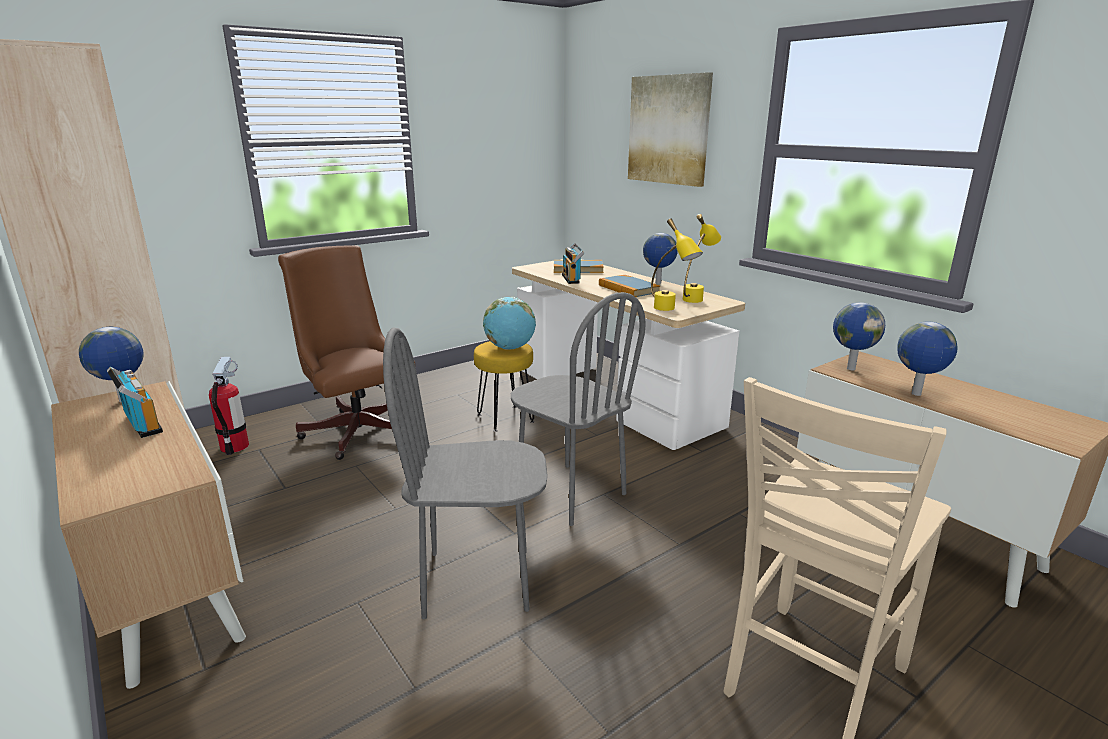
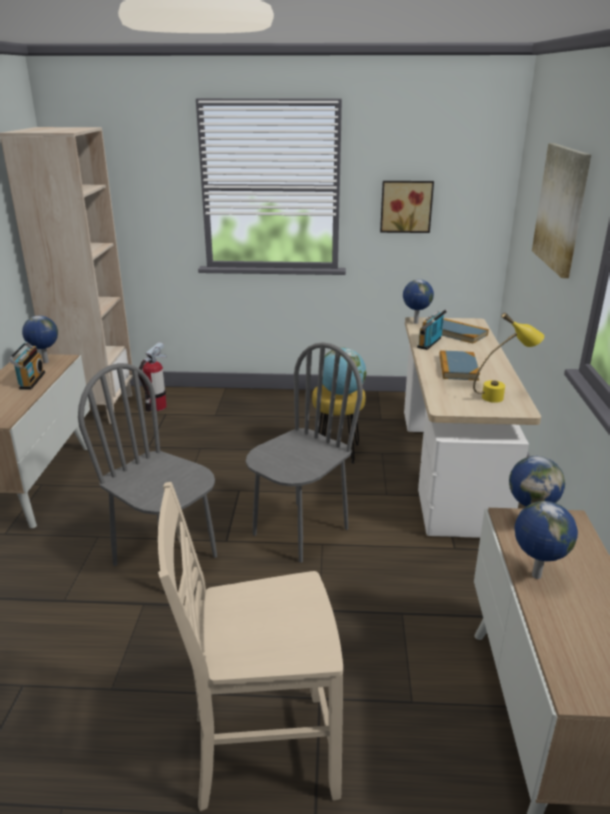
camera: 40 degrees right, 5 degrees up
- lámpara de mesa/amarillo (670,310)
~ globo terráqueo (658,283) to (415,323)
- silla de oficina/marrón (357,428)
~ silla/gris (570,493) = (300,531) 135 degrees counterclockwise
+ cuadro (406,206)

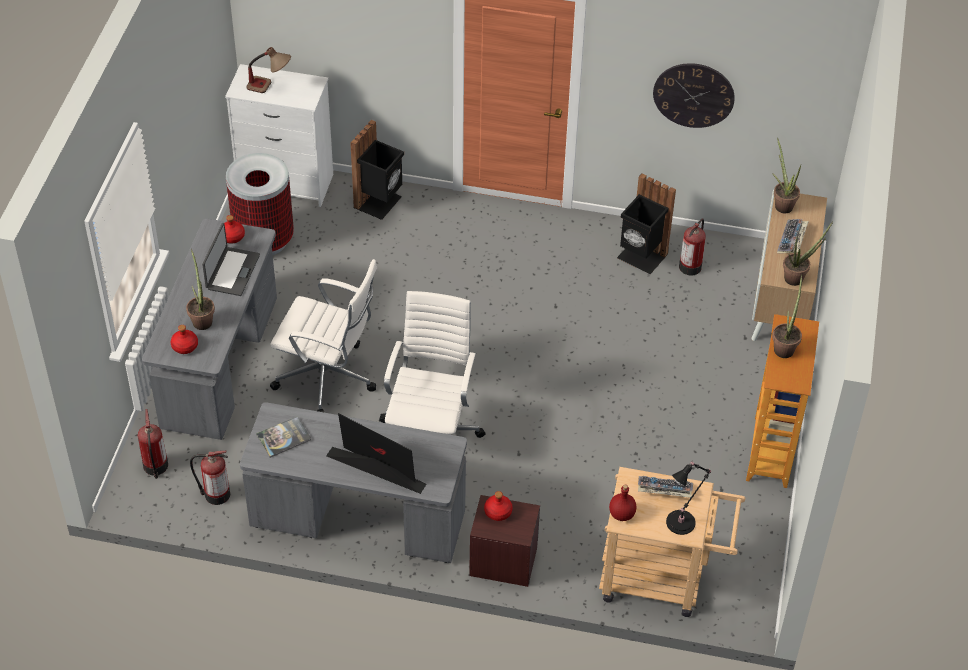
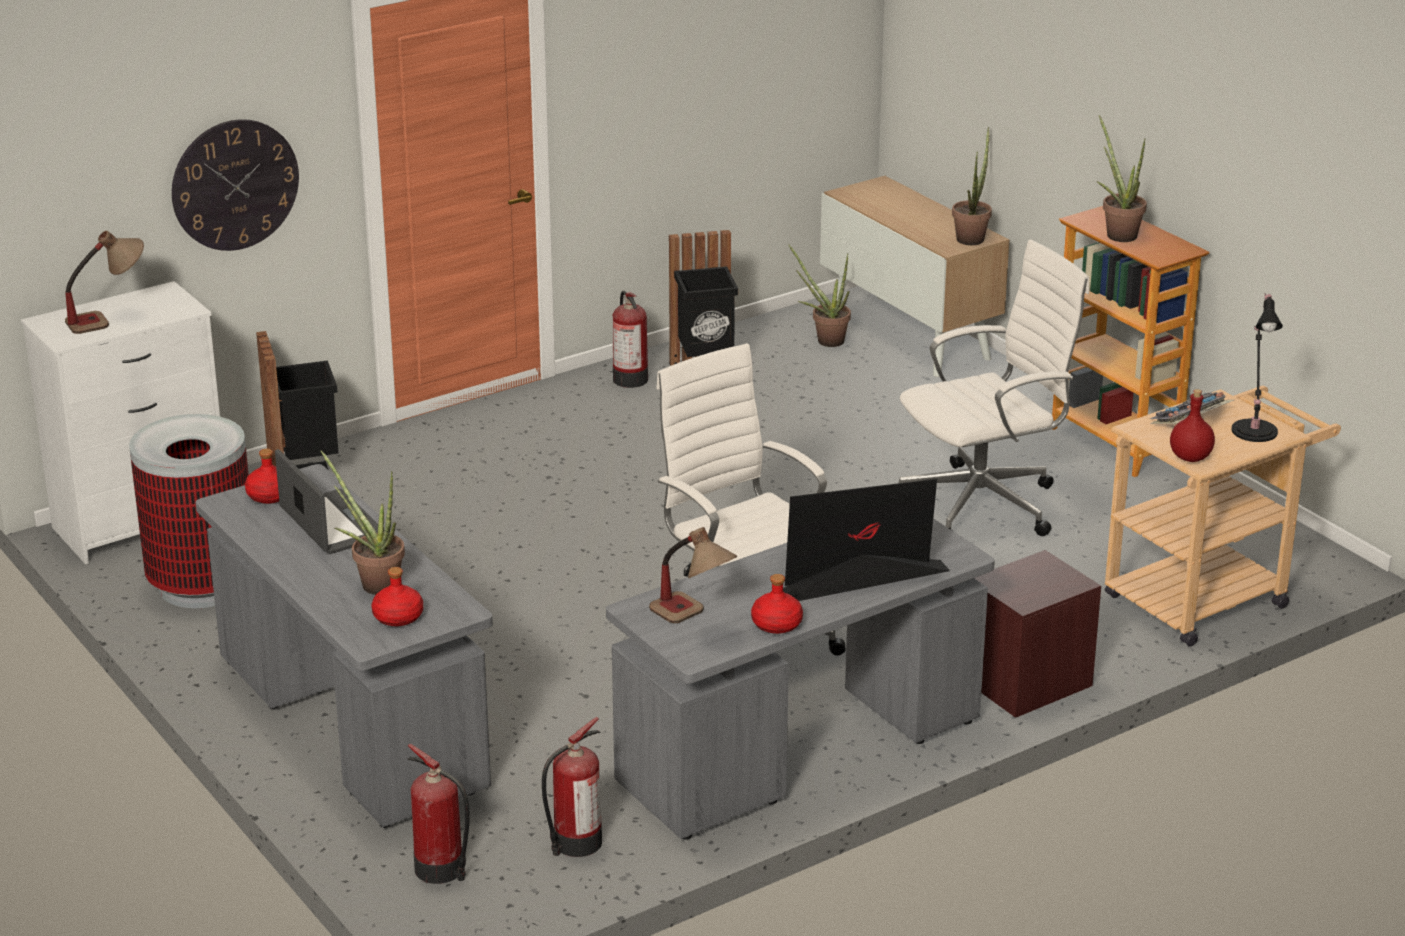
camera: 45 degrees left, 20 degrees down
~ reloj de pared (693,95) to (235,184)
~ planta en maceta (781,204) to (825,340)
~ extintor (690,266) to (629,378)
- teclado (792,240)
~ silla de oficina/blanco (328,378) to (984,504)
~ libro (283,437) to lámpara de mesa (694,620)
~ botella/rojo (498,512) to (777,624)

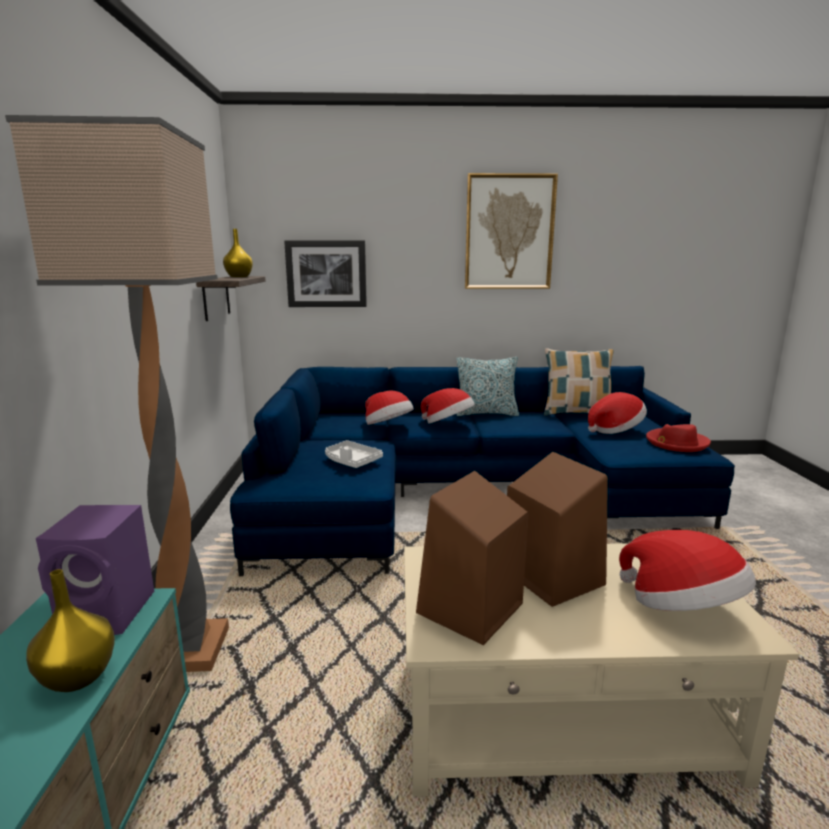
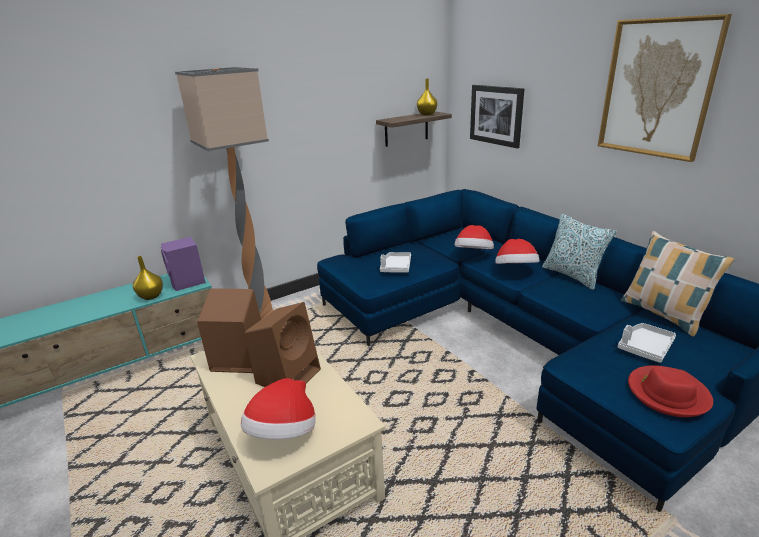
camera: 60 degrees right, 10 degrees up
~ sombrero (615,430) to bandeja/blanco (645,347)

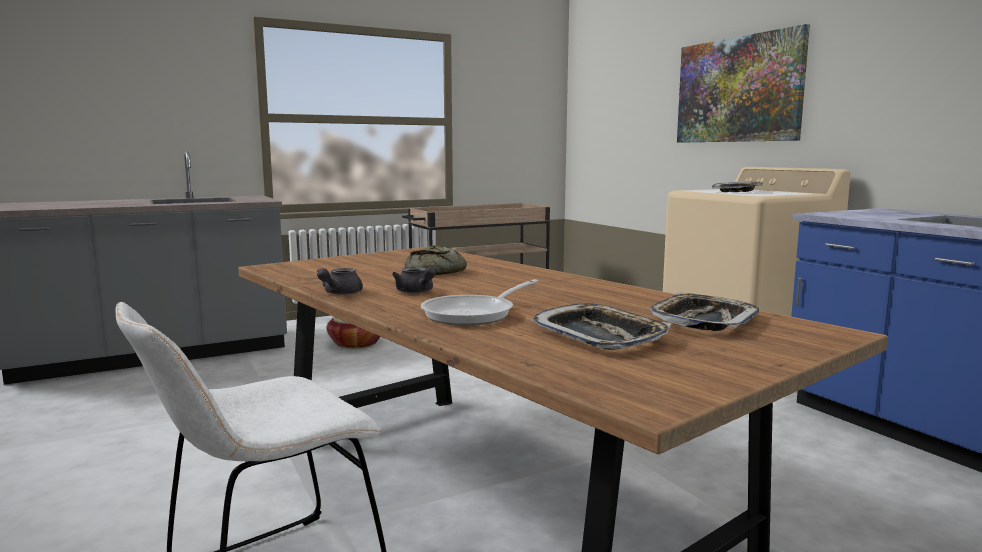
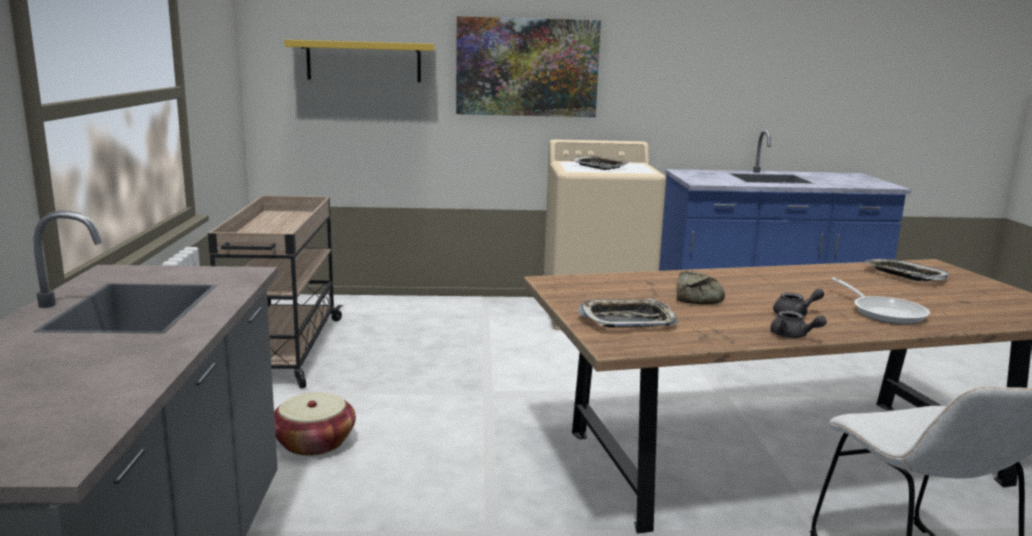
camera: 65 degrees left, 5 degrees up
~ bandeja (599,336) to (627,320)
+ estante/amarillo (364,61)

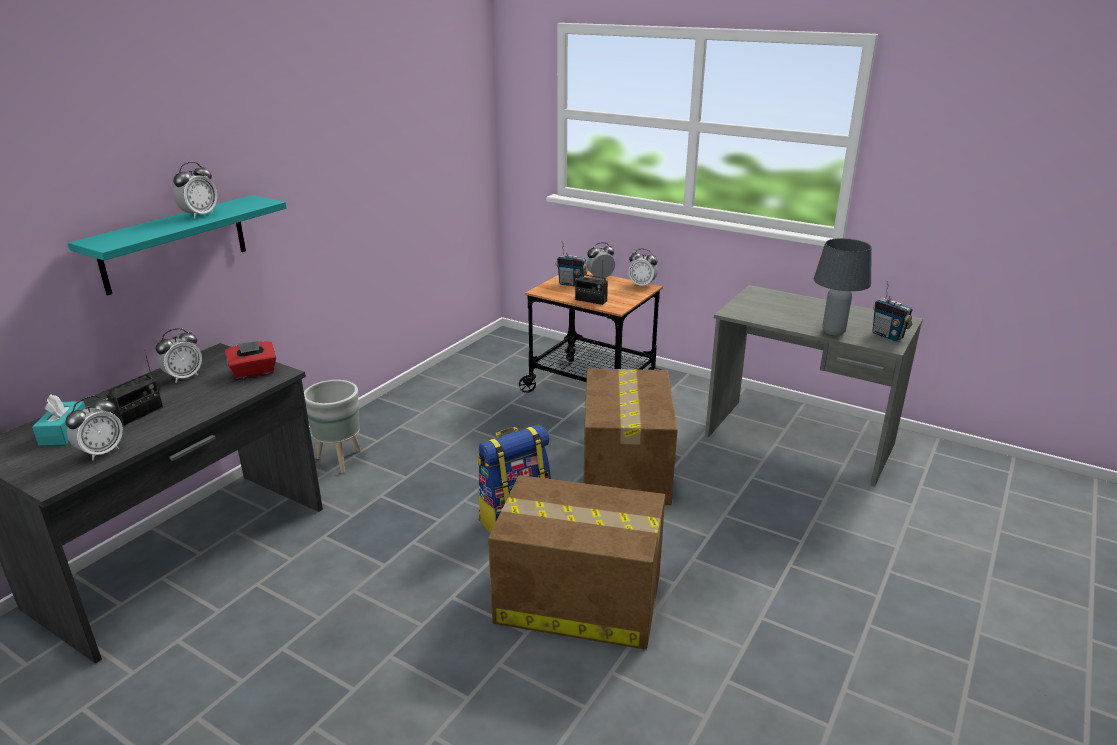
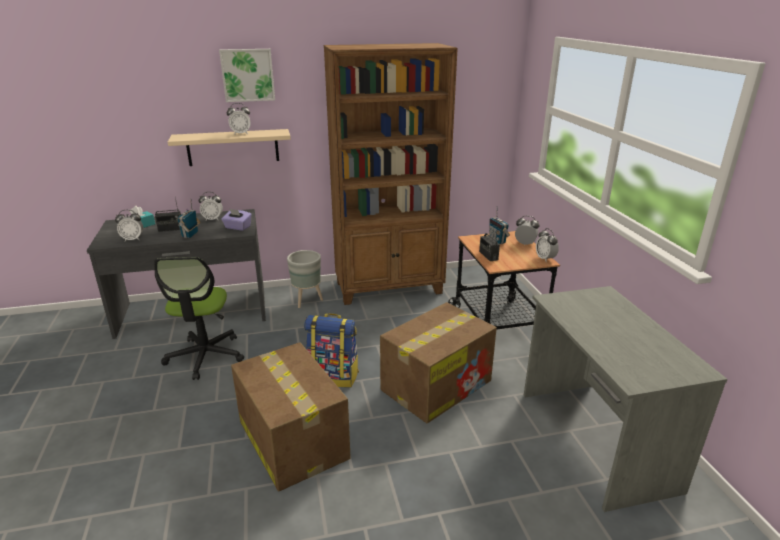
camera: 45 degrees right, 0 degrees up
~ estante/turquesa (174,244) to estante/beis (233,147)
- lámpara de mesa/gris (834,332)
~ radio (887,336) to (190,235)
~ caja de pañuelos/rojo (254,372) to caja de pañuelos/morado (237,227)
+ estantería/marrón (390,288)
+ cuadro (248,75)
+ silla de oficina (205,356)

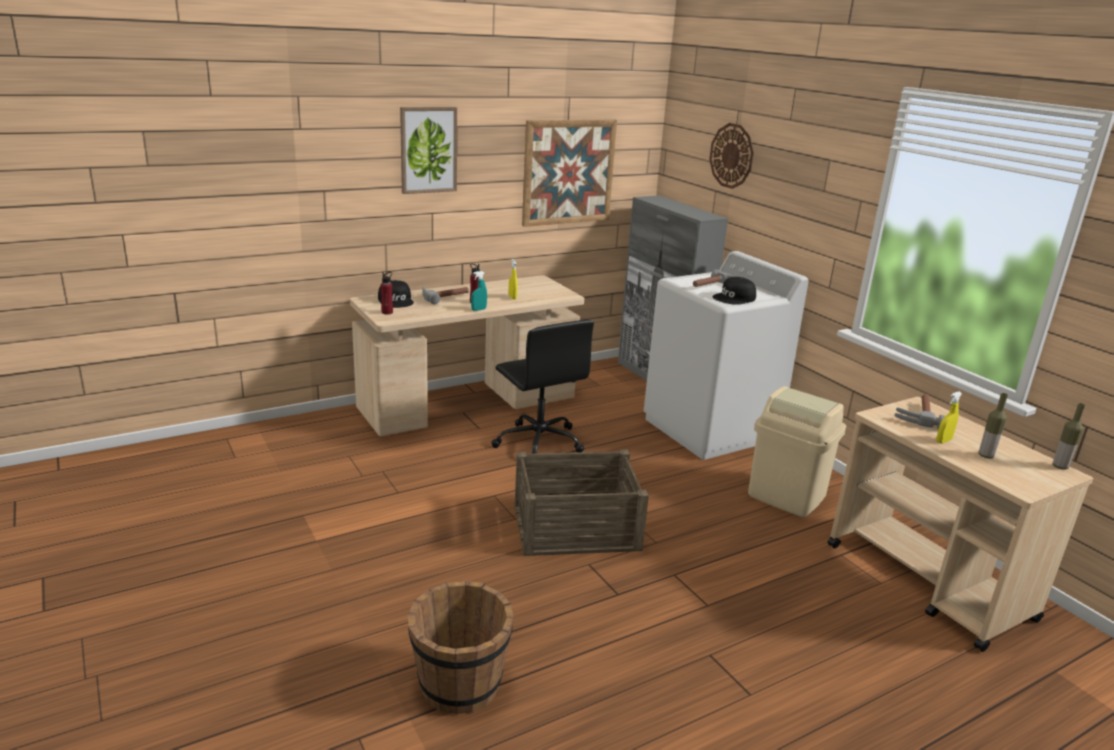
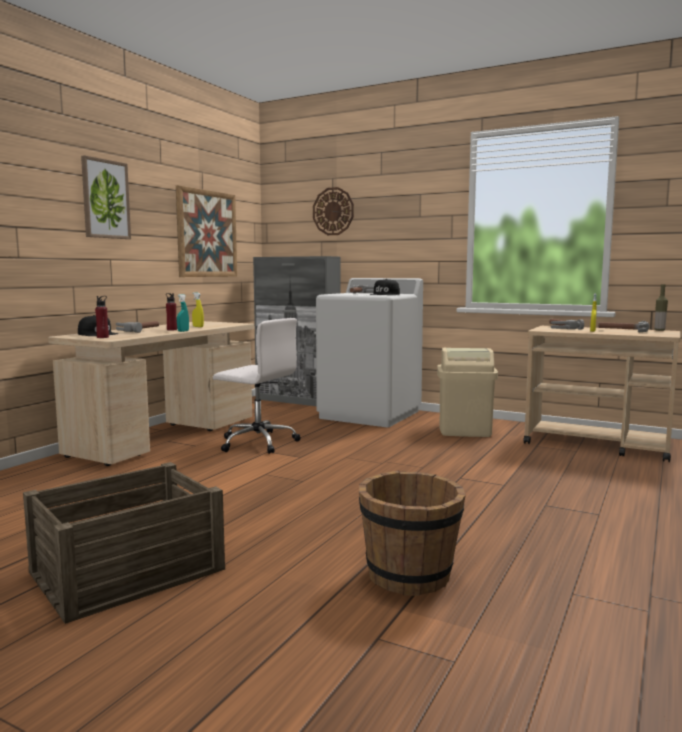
camera: 30 degrees left, 15 degrees down
~ silla de oficina/negro (538,442) to silla de oficina/blanco (257,442)
~ botella (985,456) to martillo (622,331)
~ caja de embalaje (576,527) to (129,571)

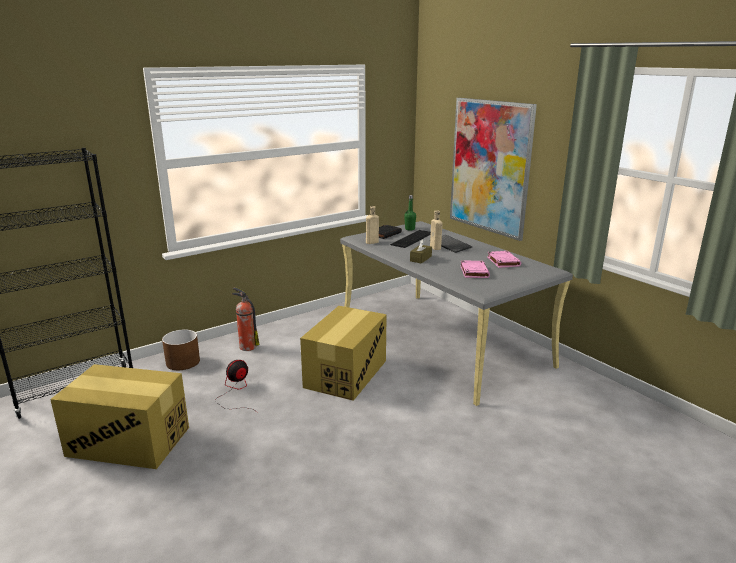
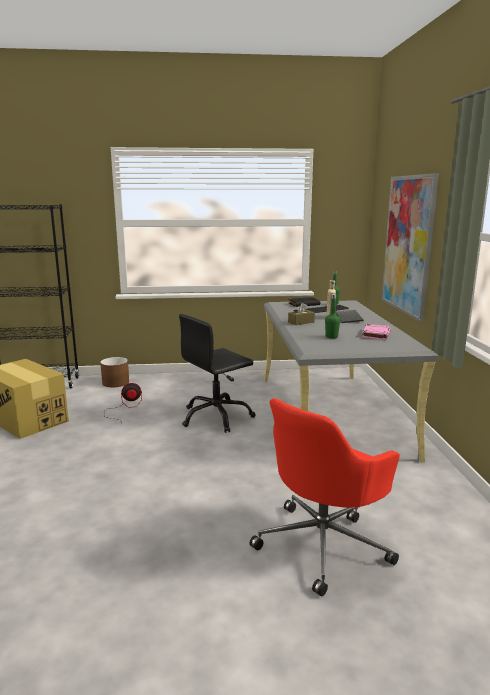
camera: 30 degrees right, 5 degrees down
- botella/beis (371,242)
~ libro/rosa (474,272) to botella/verde (331,337)
- extintor (247,346)
~ caja de cartón (345,374) to silla de oficina/negro (216,417)
+ silla de oficina/rojo (323,544)

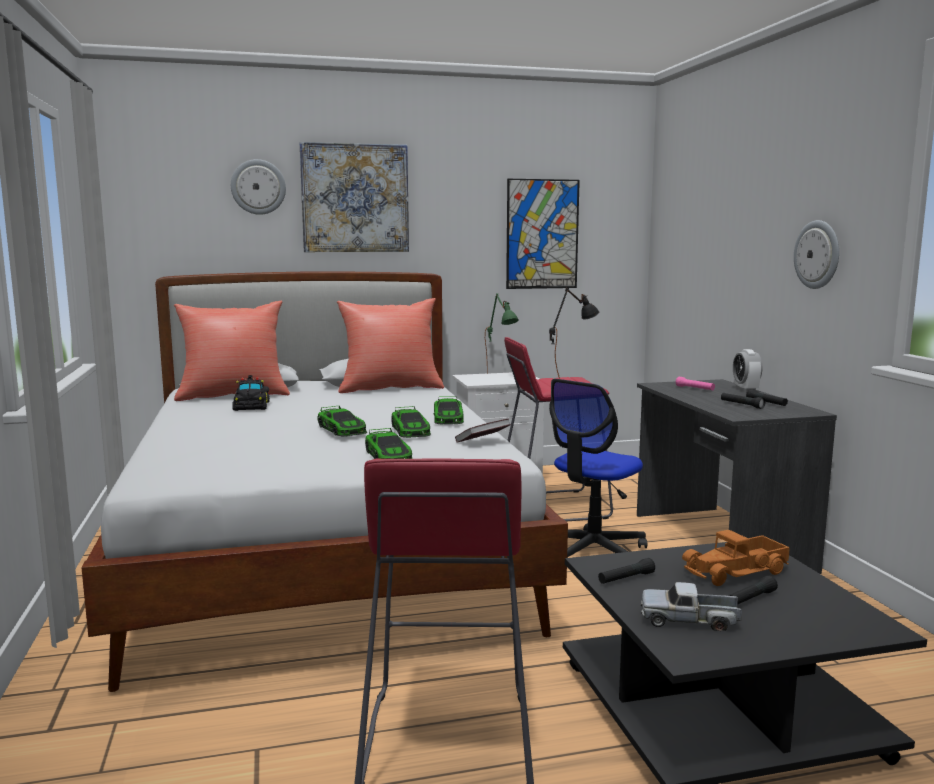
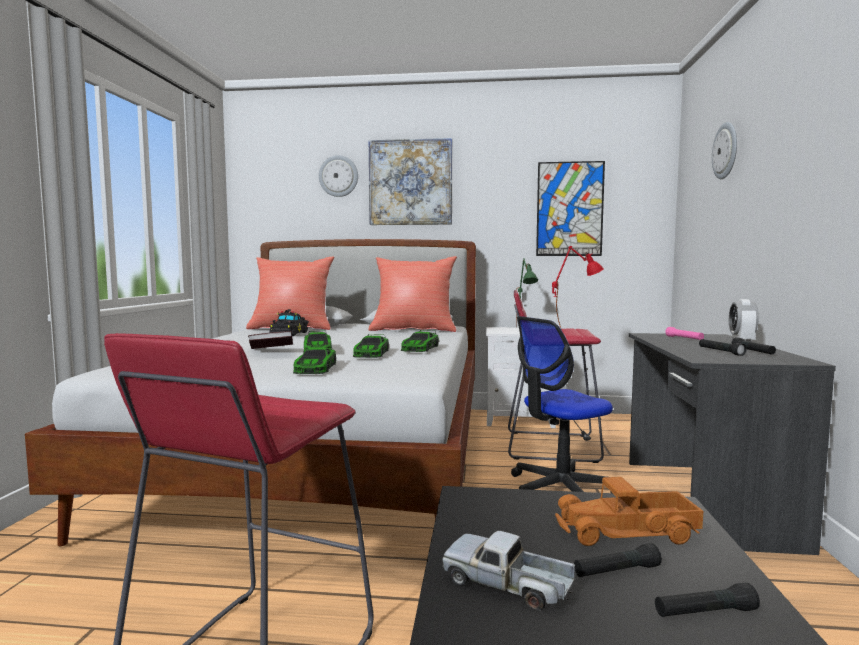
camera: 20 degrees right, 5 degrees down
~ reloj de pared (817,254) to (726,151)
~ lámpara de mesa/negro (572,377) to lámpara de mesa/rojo (575,329)
~ libro (482,441) to (271,349)
~ linterna/negro (626,578) to (705,613)

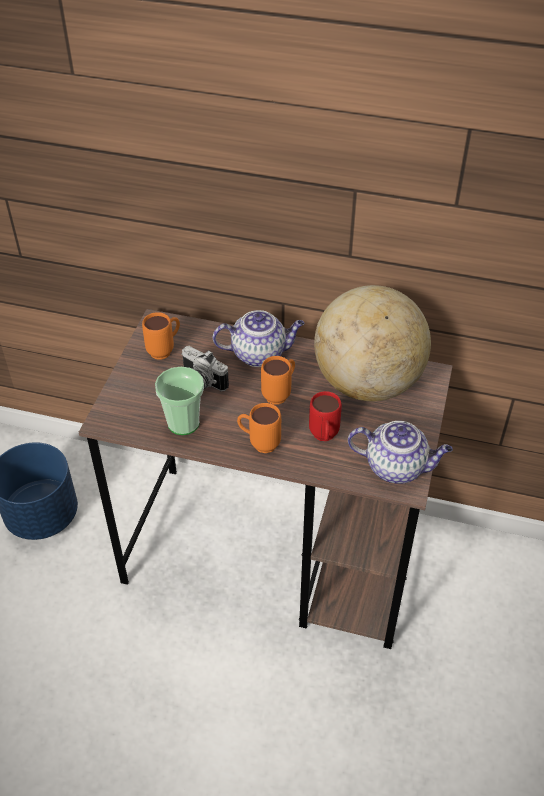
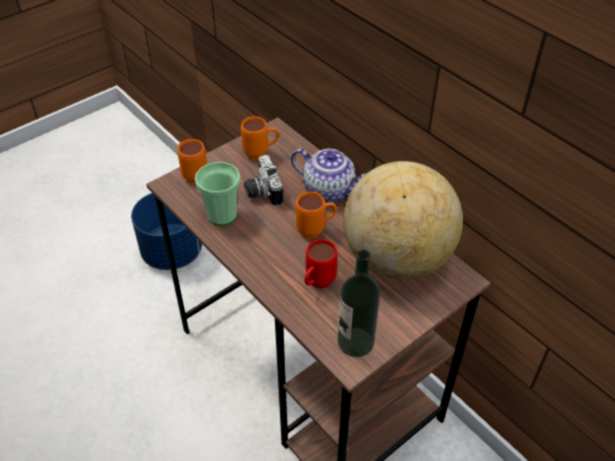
camera: 35 degrees right, 0 degrees up
~ taza grande/naranja (259,443) to (192,174)
~ tetera (397,467) to botella (355,342)

